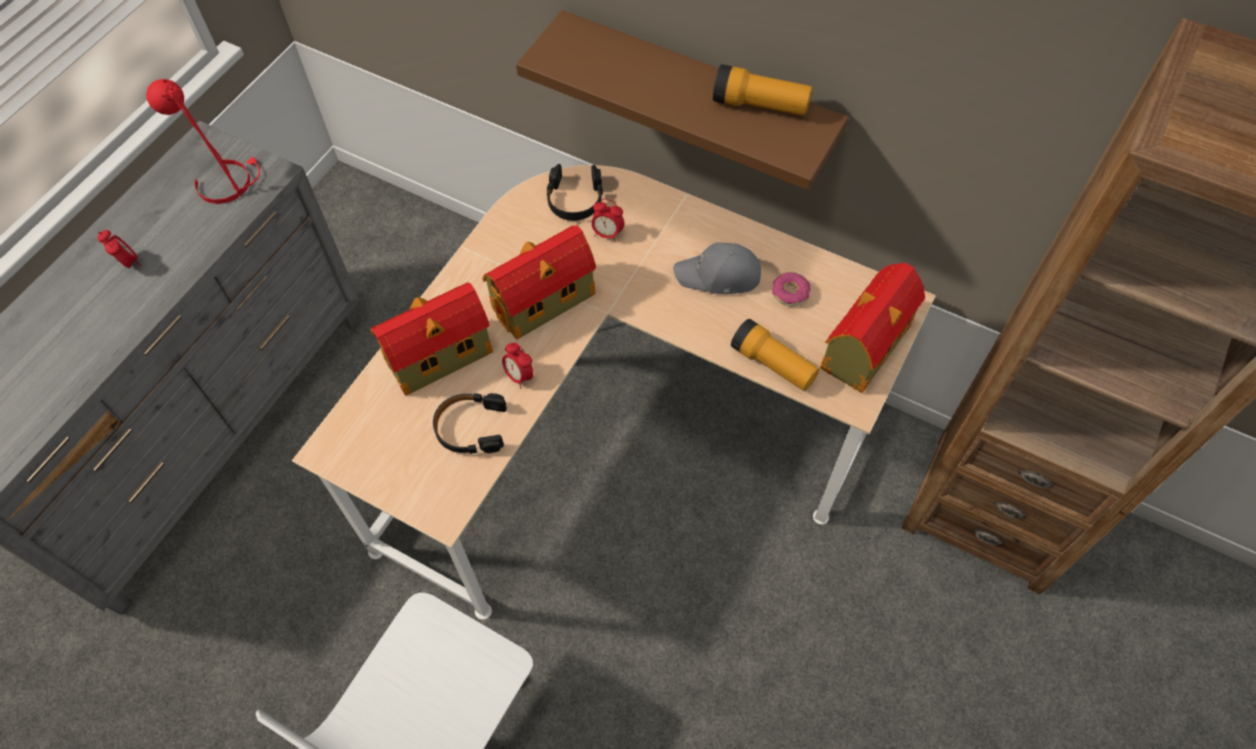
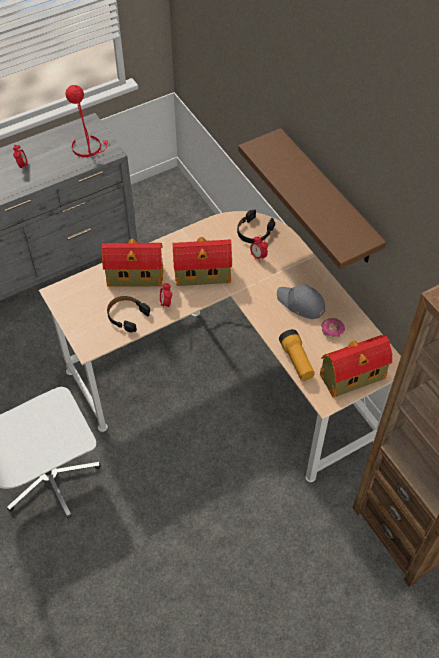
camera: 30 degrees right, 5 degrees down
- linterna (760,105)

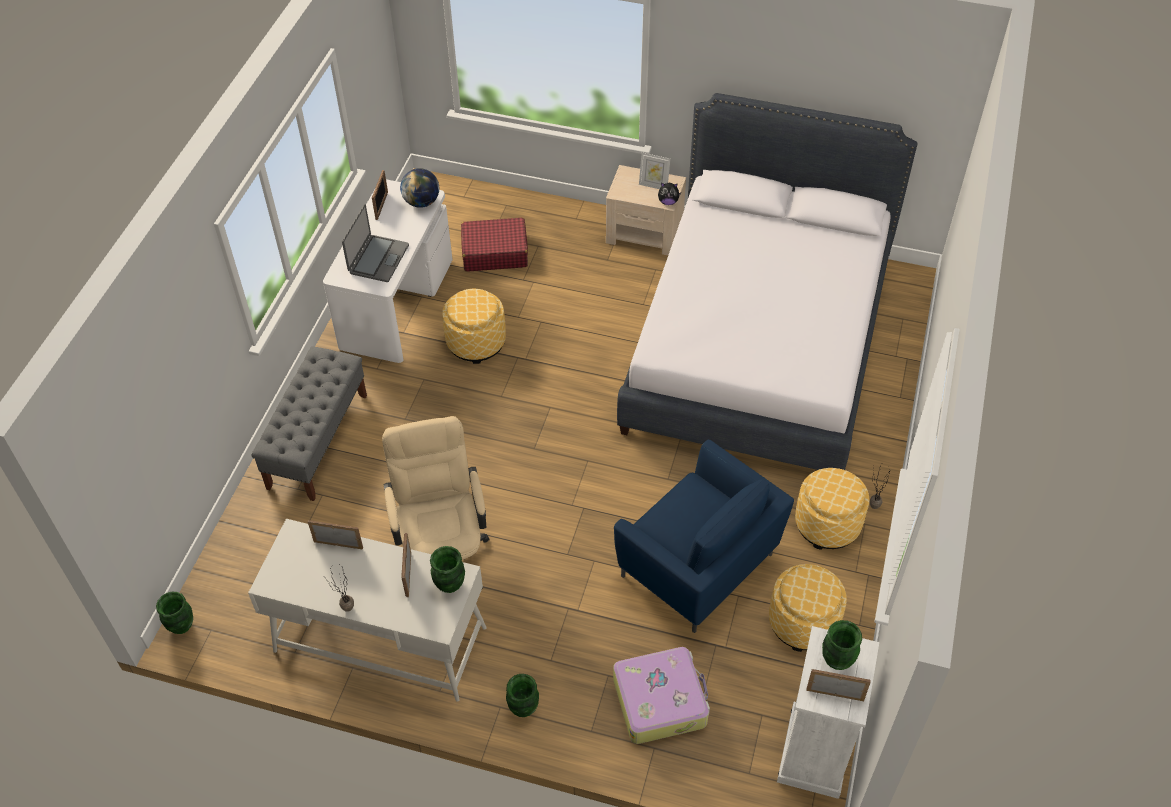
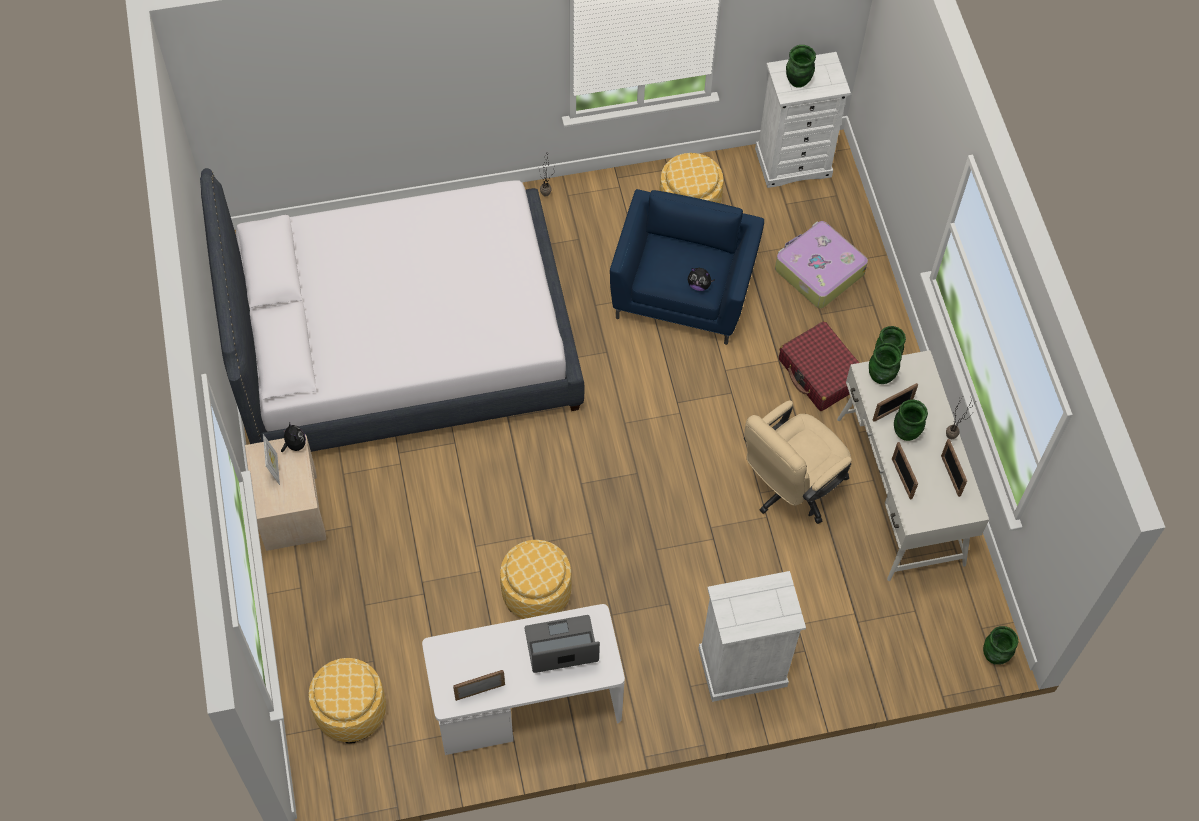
camera: 120 degrees left, 10 degrees up
- globo terráqueo (421,202)
~ maleta/rojo (494,252) to (821,373)
~ banco/gris (318,441) to cómoda/blanco (742,668)
~ puf (827,524) to (351,710)
~ portarretratos (835,694) to (950,475)
+ peluche (699,285)
+ florero/verde (906,432)

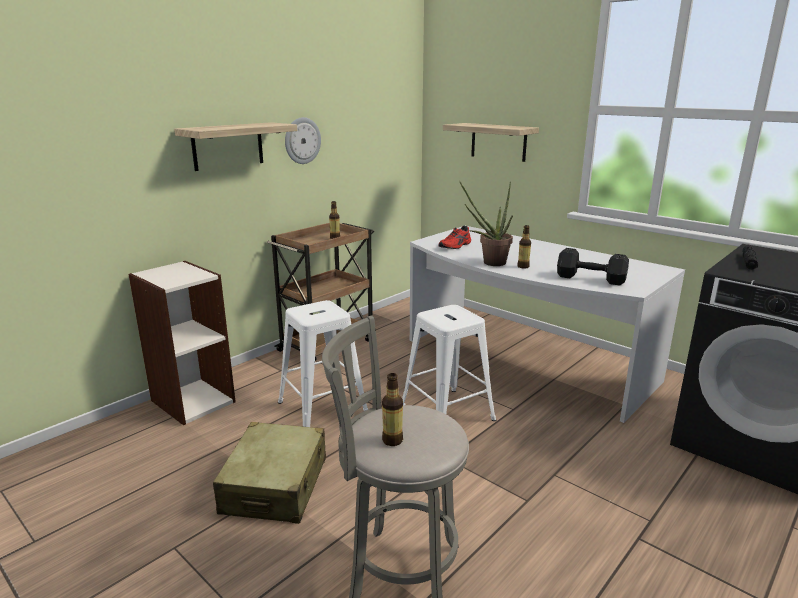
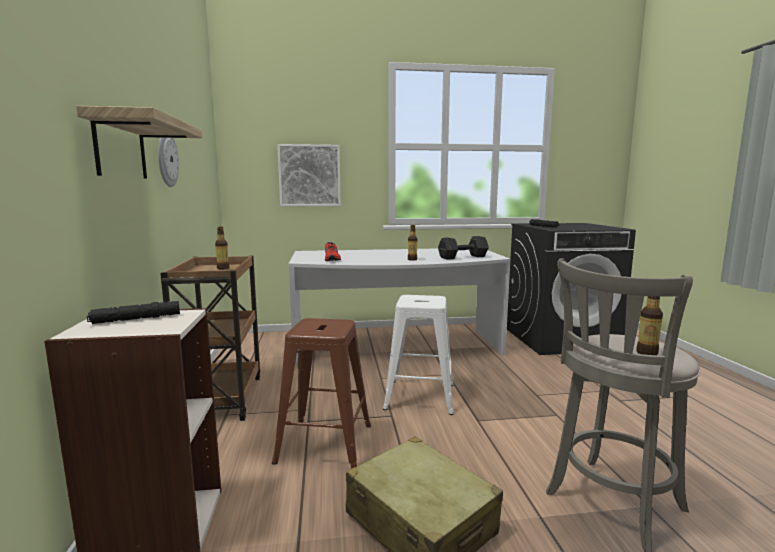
camera: 50 degrees left, 10 degrees down
~ estante (498,142) to cuadro (309,175)
- planta en maceta (489,263)
~ taburete/blanco (323,407) to taburete/marrón (324,442)
+ linterna/negro (136,319)

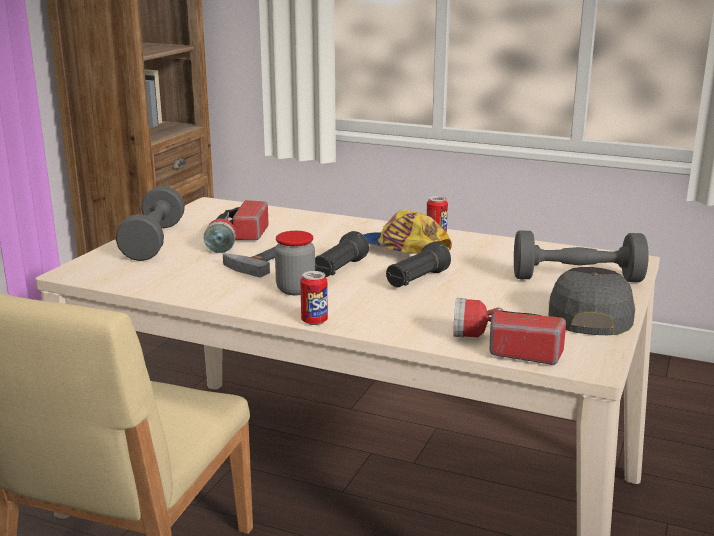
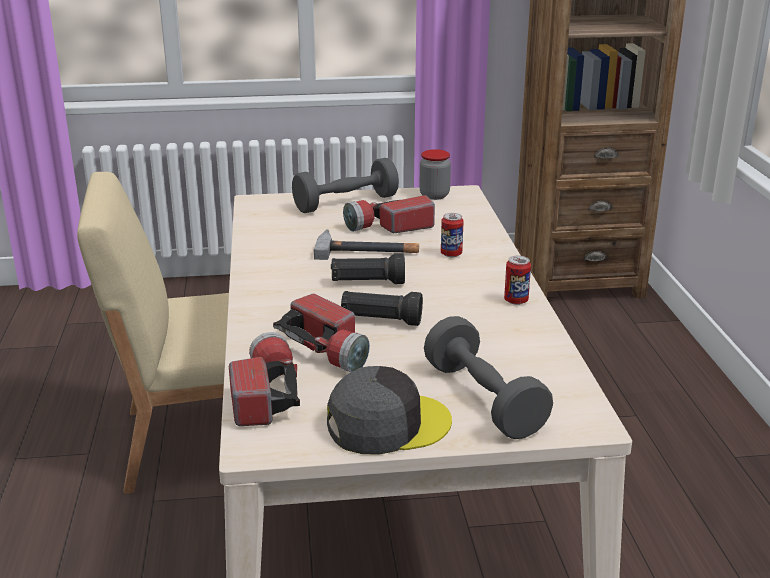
camera: 60 degrees right, 5 degrees up
- gorra (402,248)
~ tarro (296,289) to (434,195)
~ lata (314,321) to (451,254)
+ linterna (327,350)

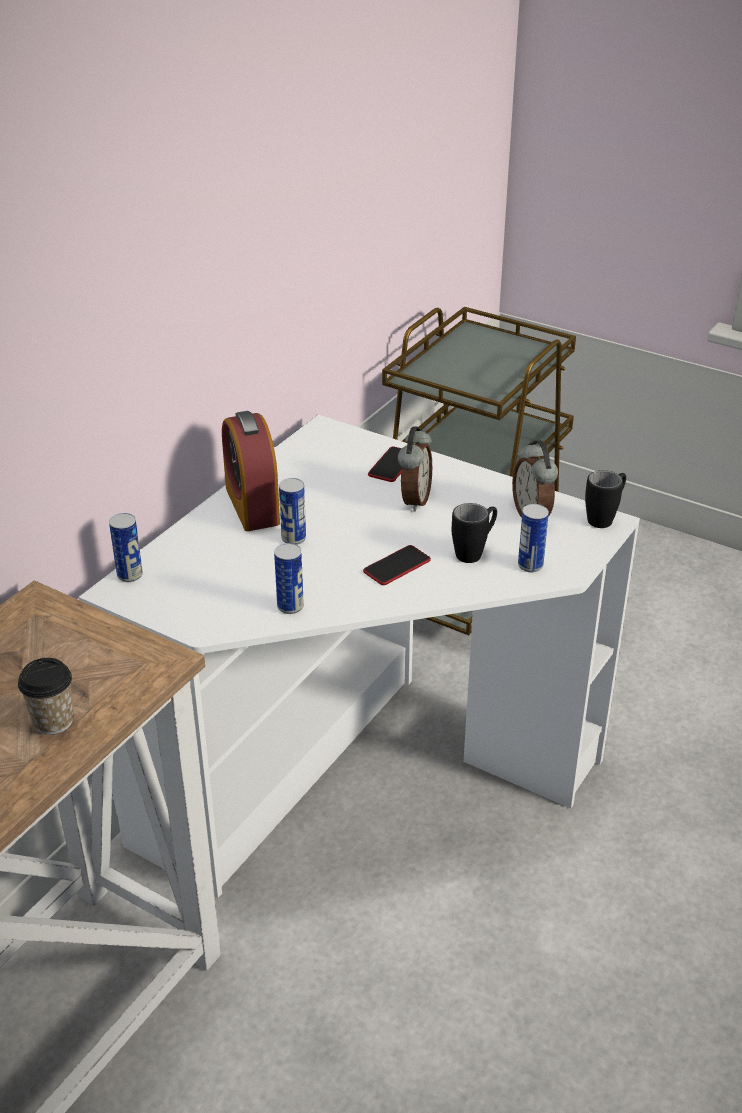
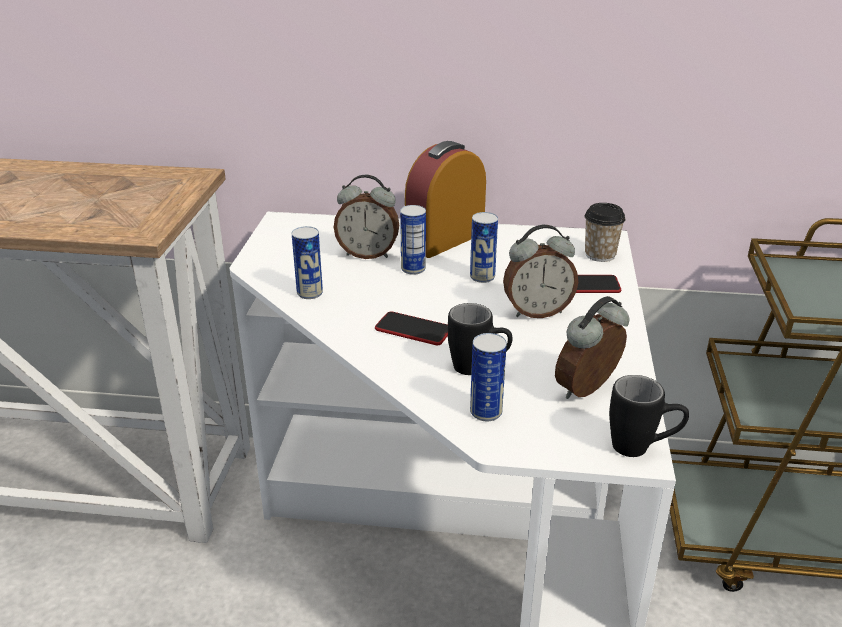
camera: 65 degrees right, 5 degrees down
~ lata (130,575) to (482,277)
~ taza (53,721) to (600,255)
+ despertador (368,254)

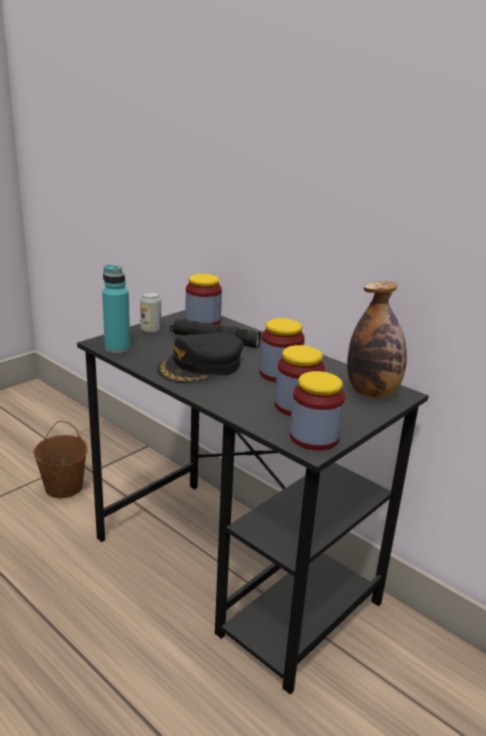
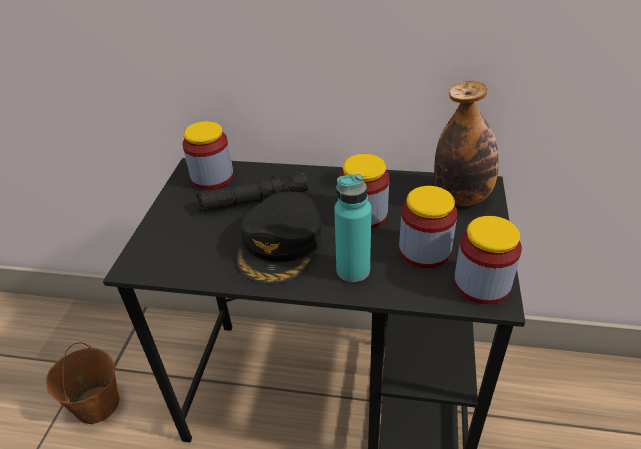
camera: 30 degrees left, 15 degrees up
~ botella/turquesa (117,348) to (353,270)
- lata (151,330)

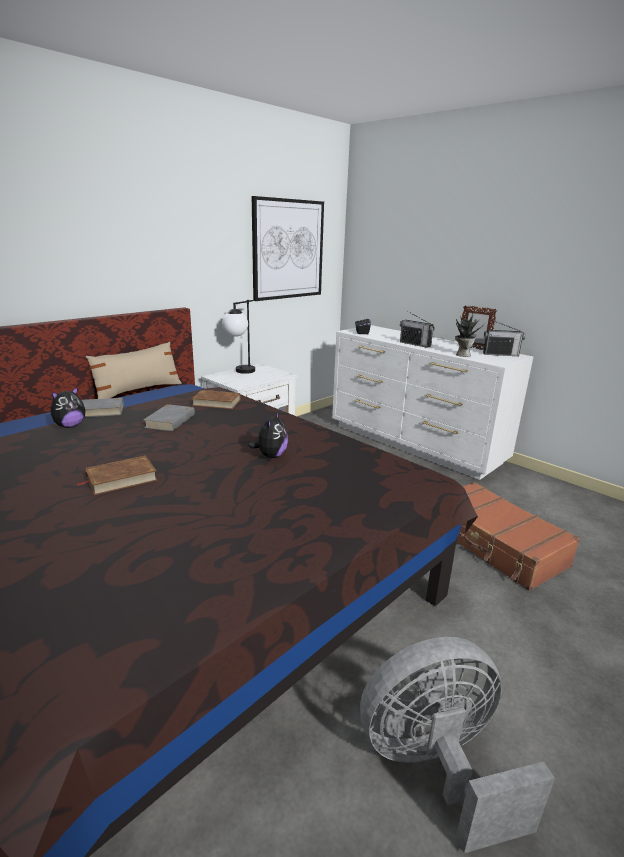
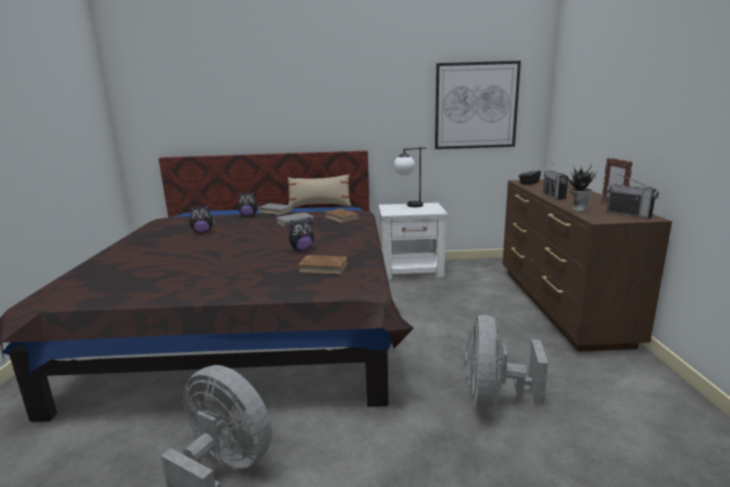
camera: 45 degrees right, 5 degrees down
~ cómoda/blanco (414,444) to cómoda/marrón (560,304)
~ libro/marrón (121,479) to (323,268)
~ maleta/marrón (494,544) to ventilador/gris (493,398)
+ peluche (202,231)

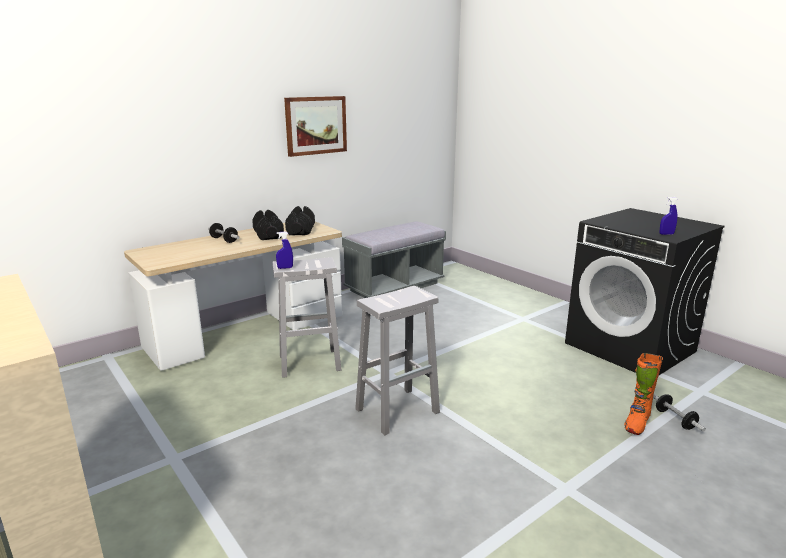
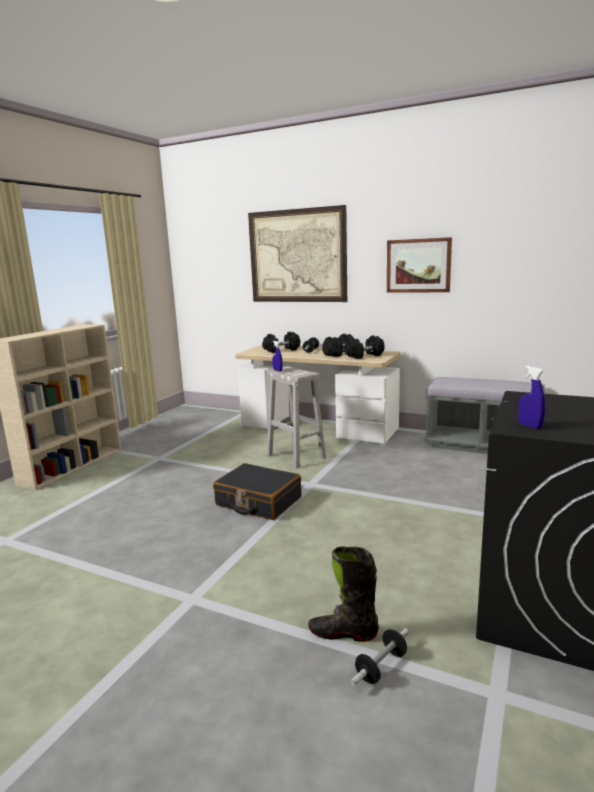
camera: 65 degrees right, 5 degrees down
~ taburete/blanco (398,410) to maleta/negro (258,502)
~ bota/naranja (636,423) to bota/negro (343,633)
+ cuadro (297,256)
+ mancuerna/negro (281,350)

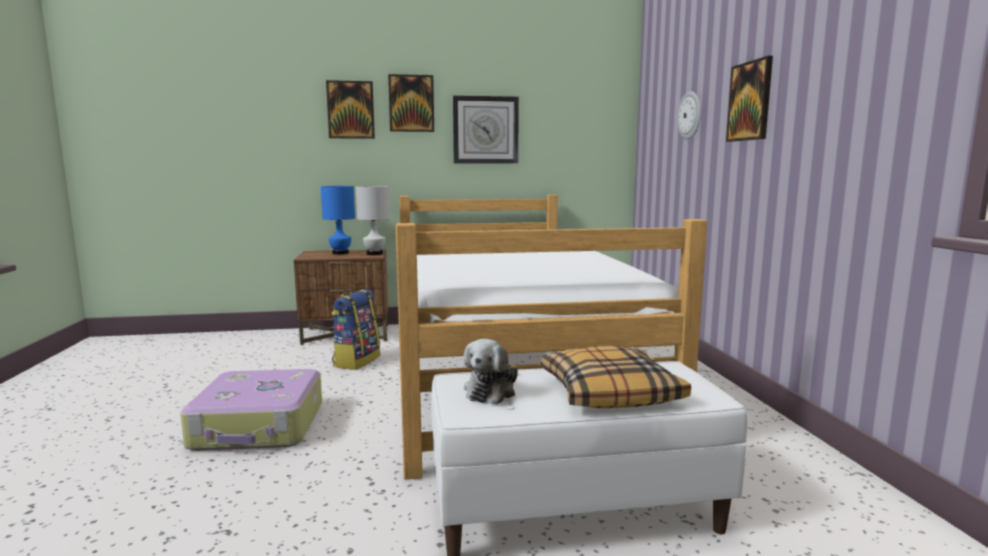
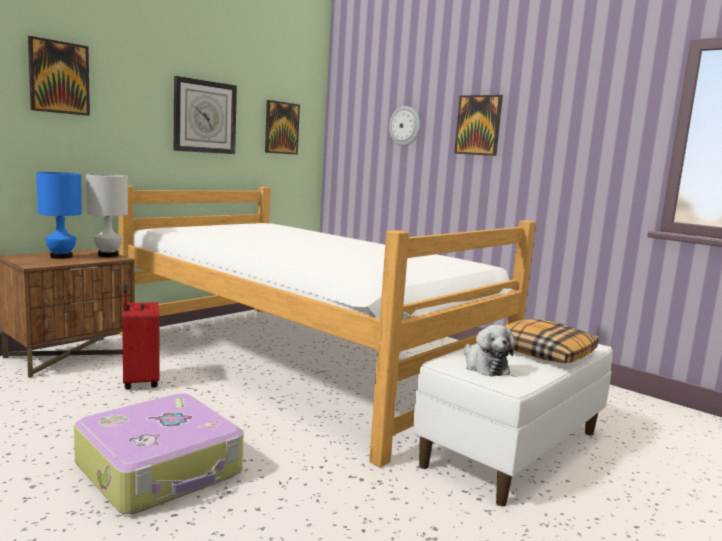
camera: 40 degrees left, 0 degrees up
~ cuadro (411,103) to (281,128)
~ mochila (356,361) to maleta/rojo (139,382)

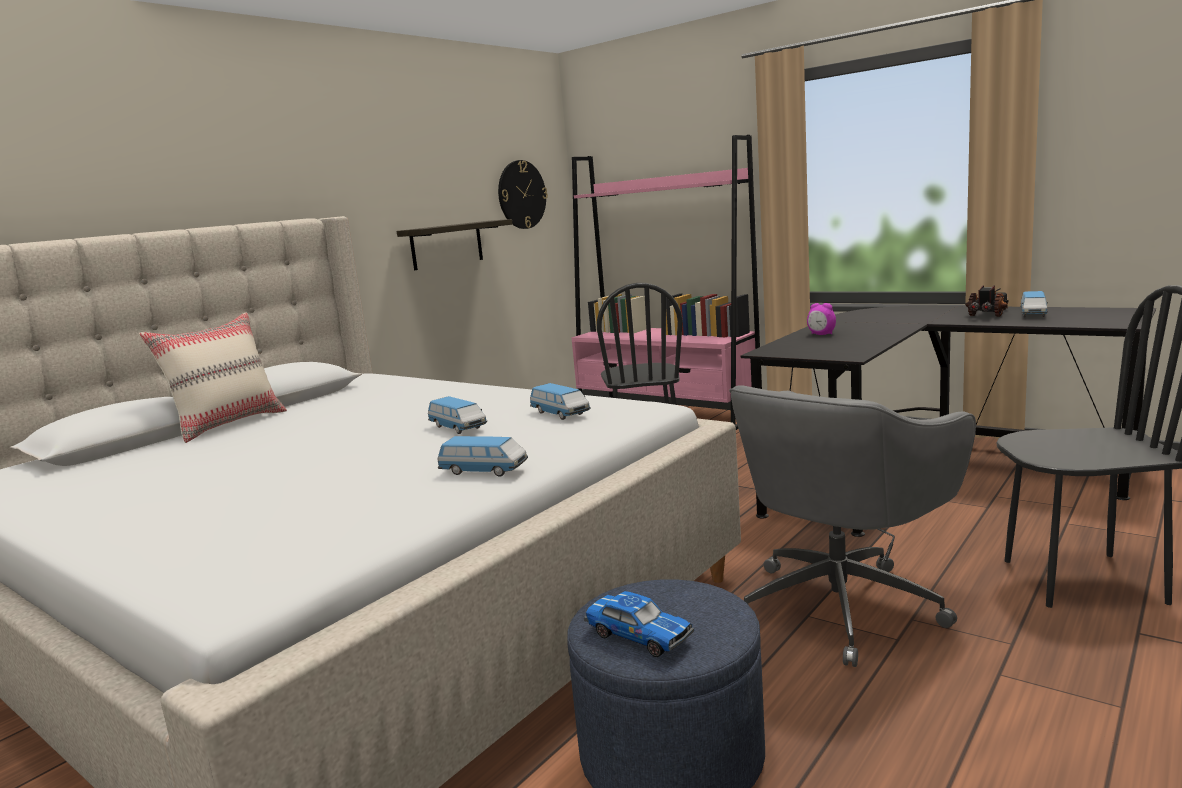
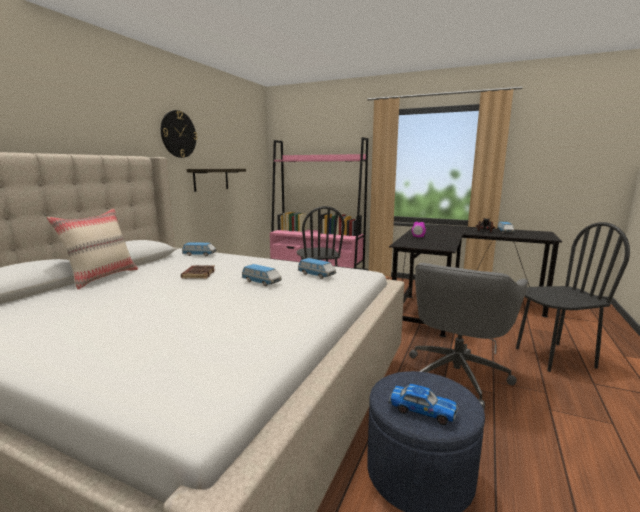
camera: 15 degrees left, 0 degrees up
~ reloj de pared (521,194) to (178,134)
~ coche de juguete (484,471) to (199,255)
+ libro/marrón (198,274)

